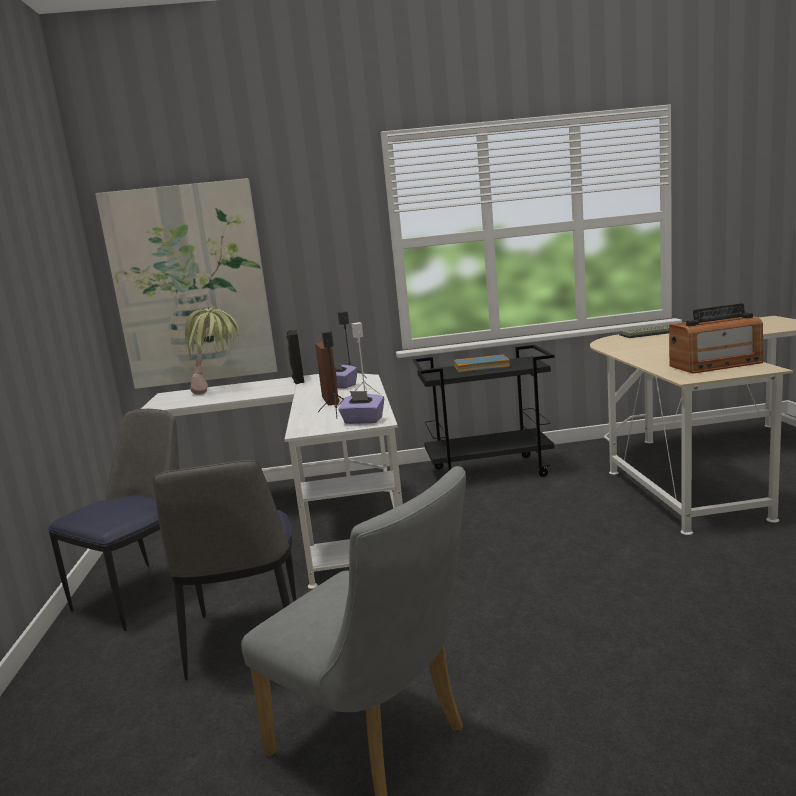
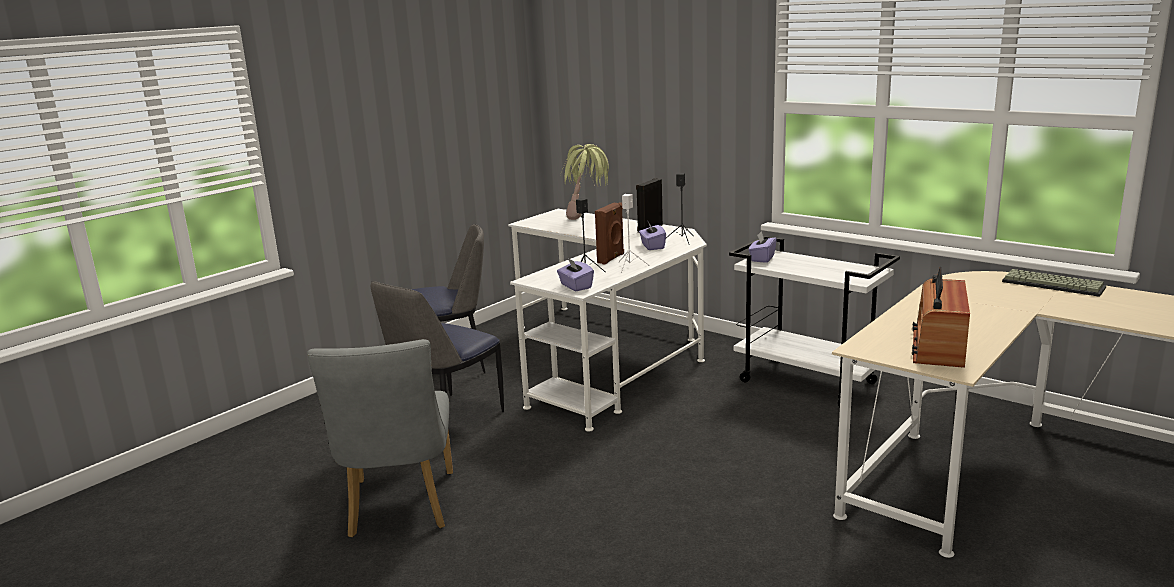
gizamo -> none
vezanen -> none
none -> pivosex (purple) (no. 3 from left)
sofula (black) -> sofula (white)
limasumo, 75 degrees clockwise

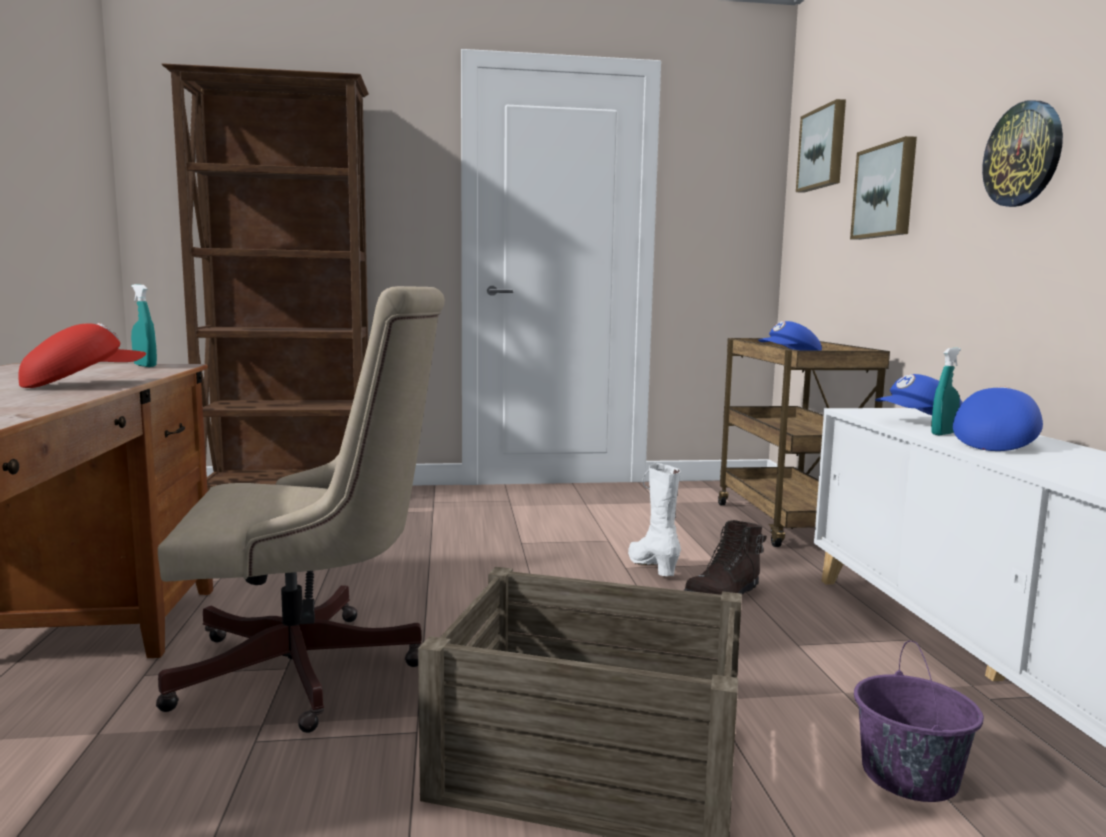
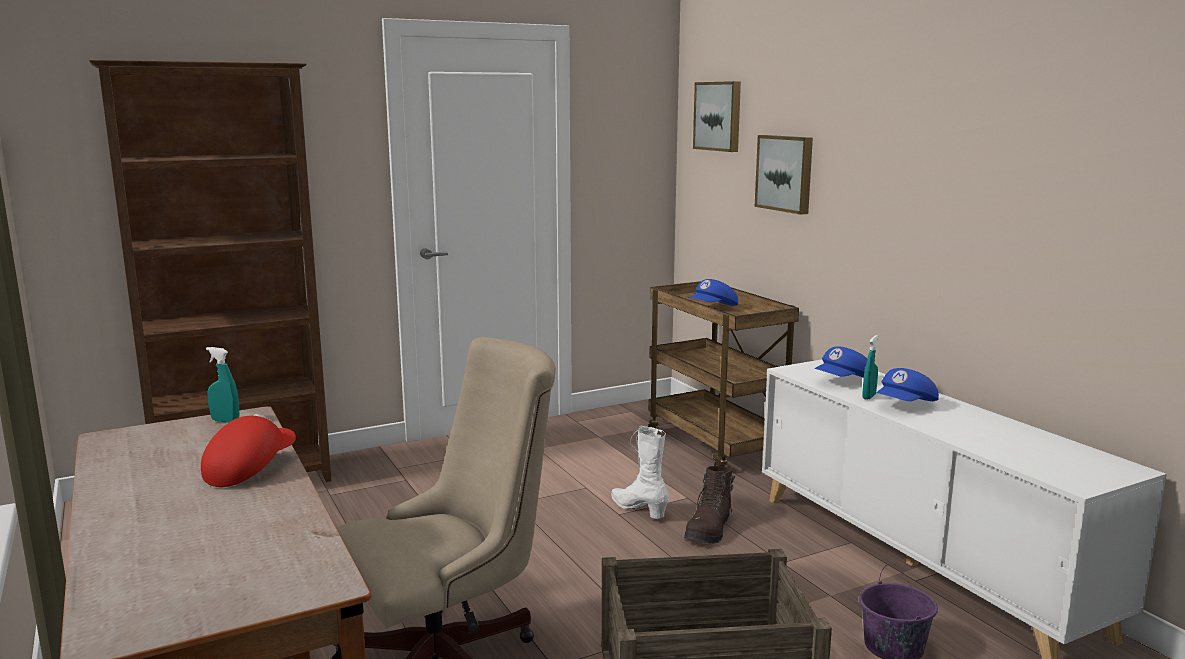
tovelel -> none
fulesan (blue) (no. 3 from left), 150 degrees counterclockwise

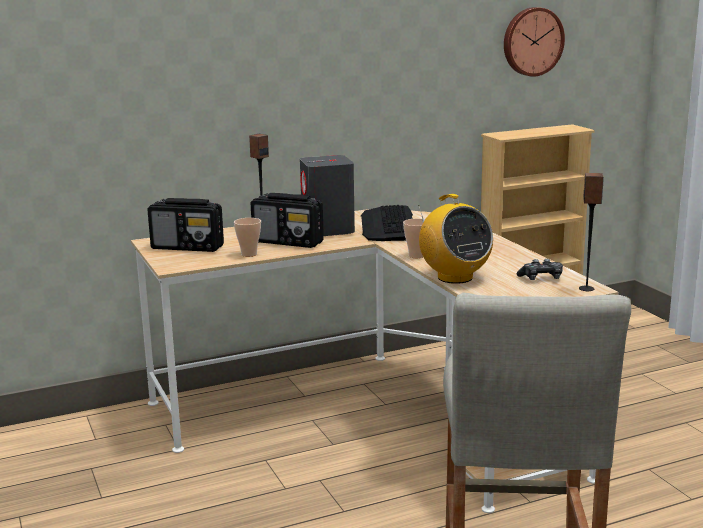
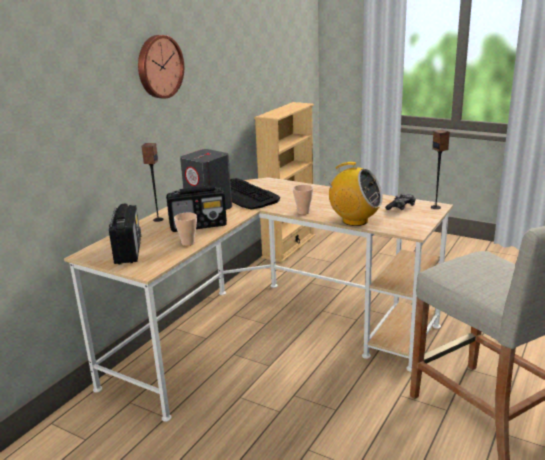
tovelel, shifted
limasumo (no. 1 from left), 75 degrees counterclockwise

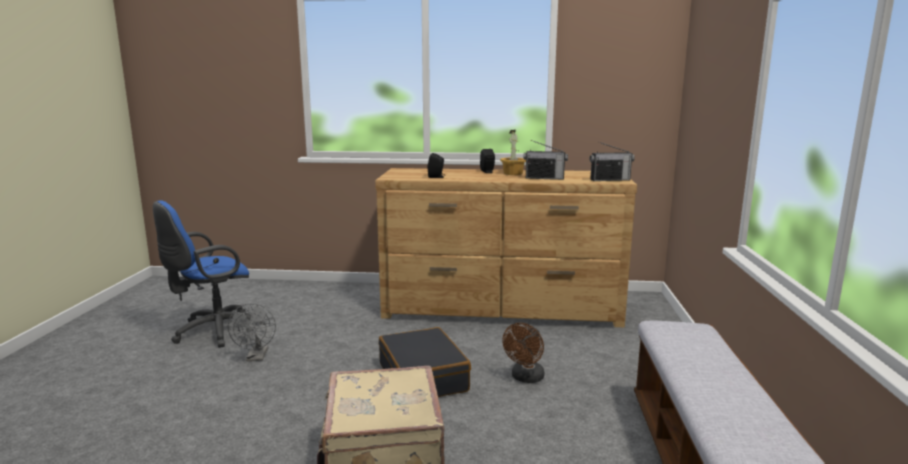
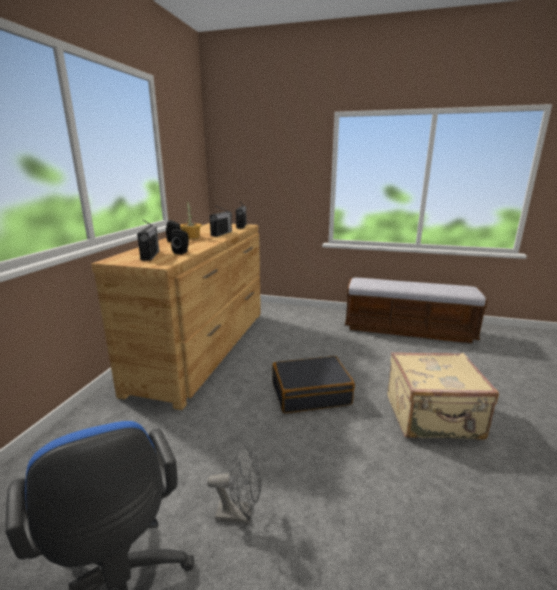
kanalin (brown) -> none
none -> limasumo (no. 1 from left)

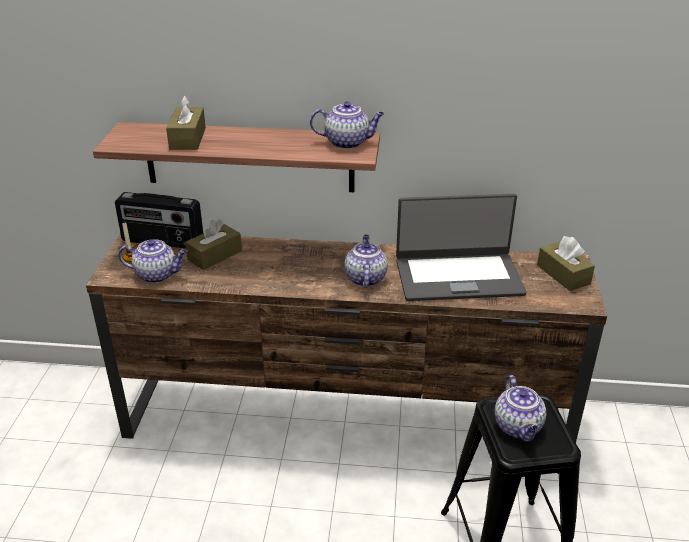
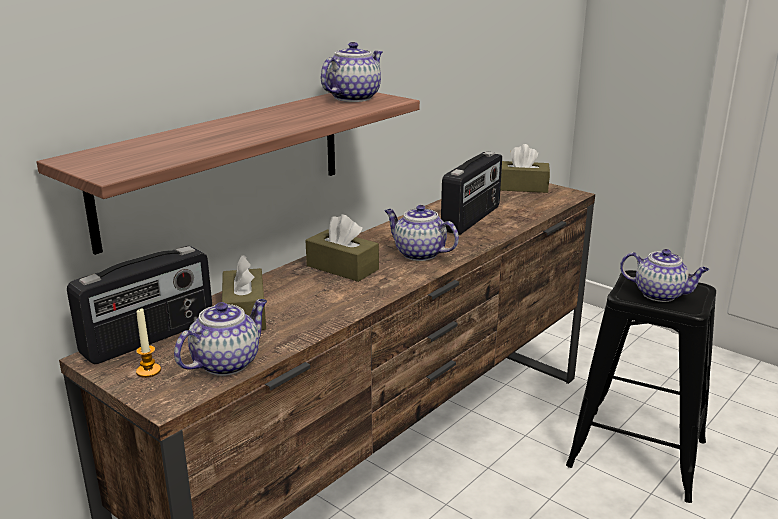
pivosex (brown) (no. 1 from left in the first image) -> pivosex (brown) (no. 2 from left), shifted
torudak -> limasumo (no. 2 from left)

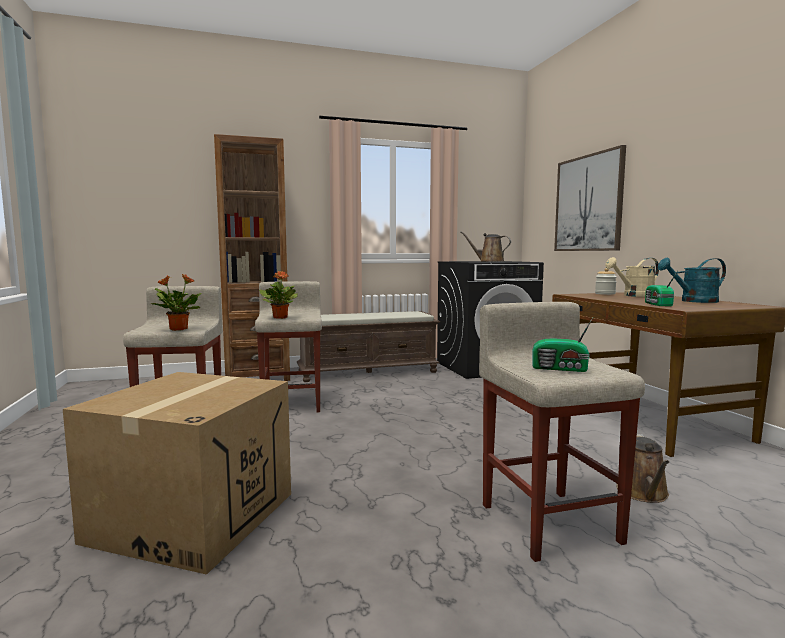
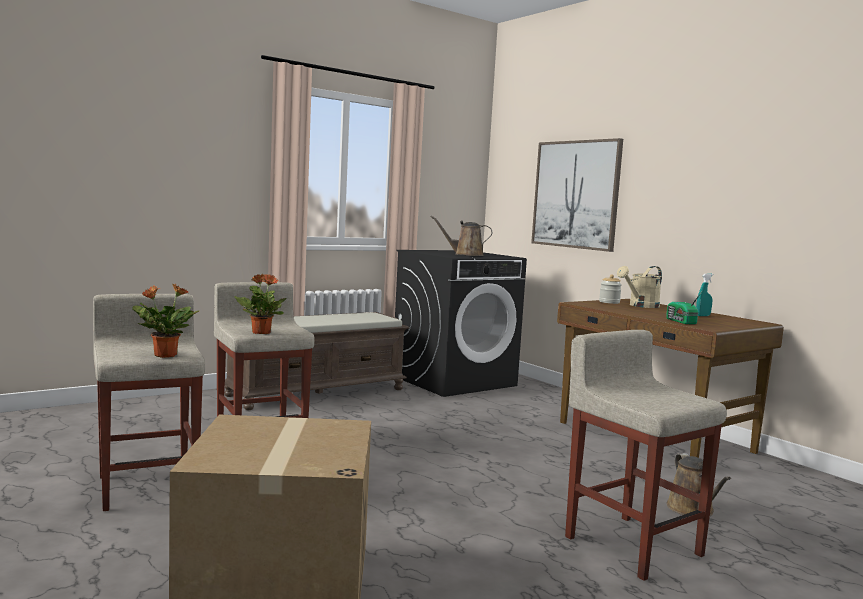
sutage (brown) -> none
limasumo (no. 1 from left) -> none
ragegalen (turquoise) -> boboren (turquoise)

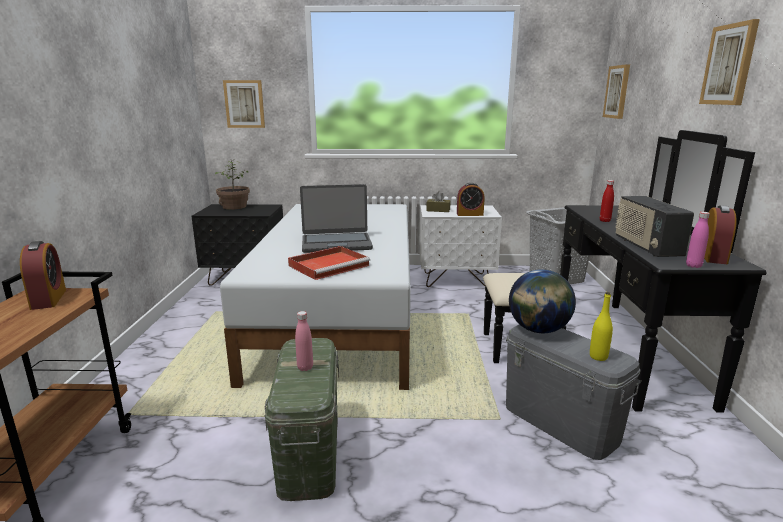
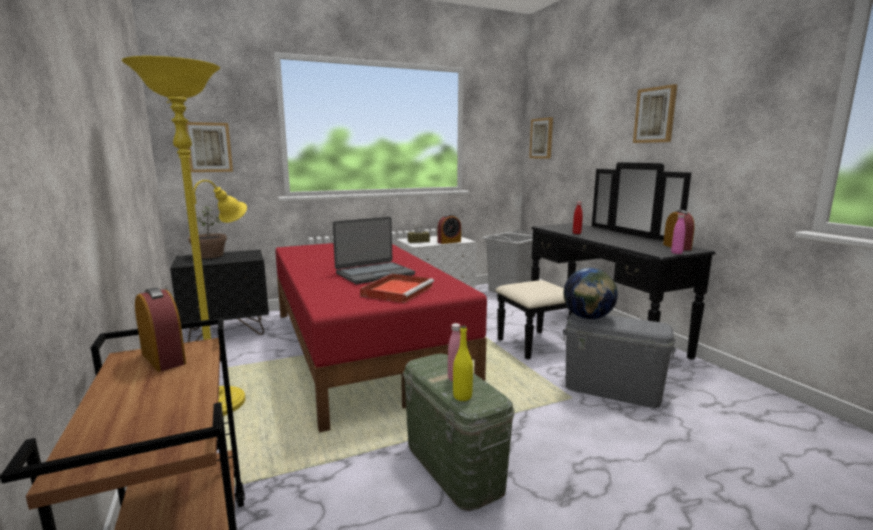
limasumo -> none
none -> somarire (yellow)
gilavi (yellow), shifted
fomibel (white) -> fomibel (red)

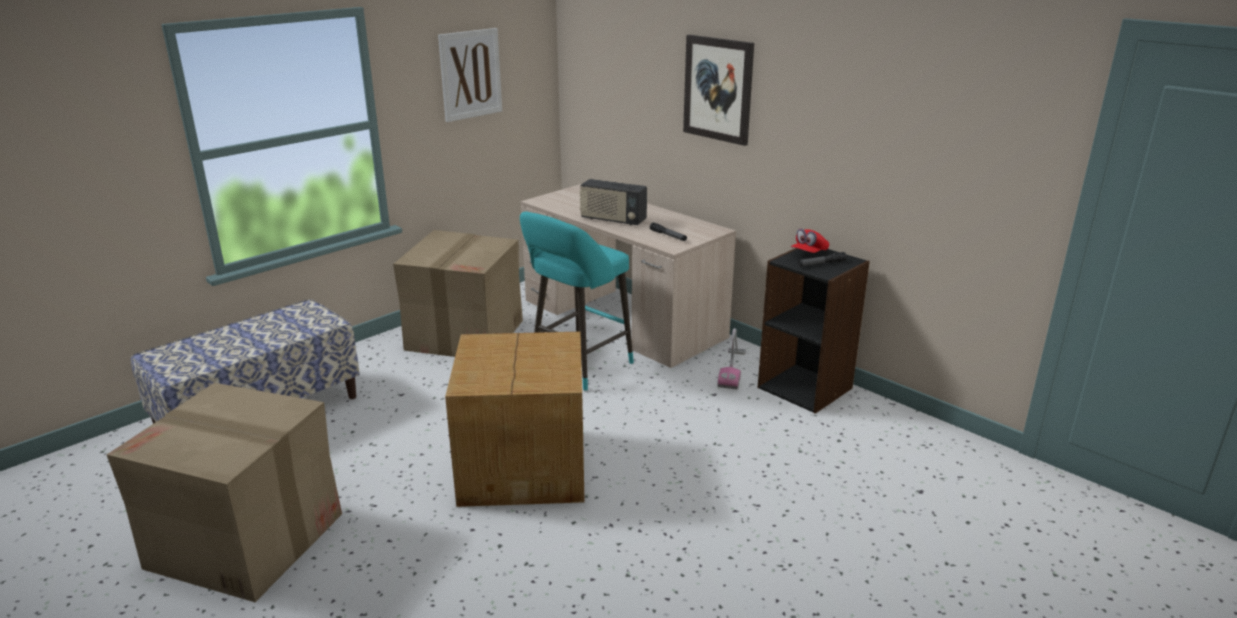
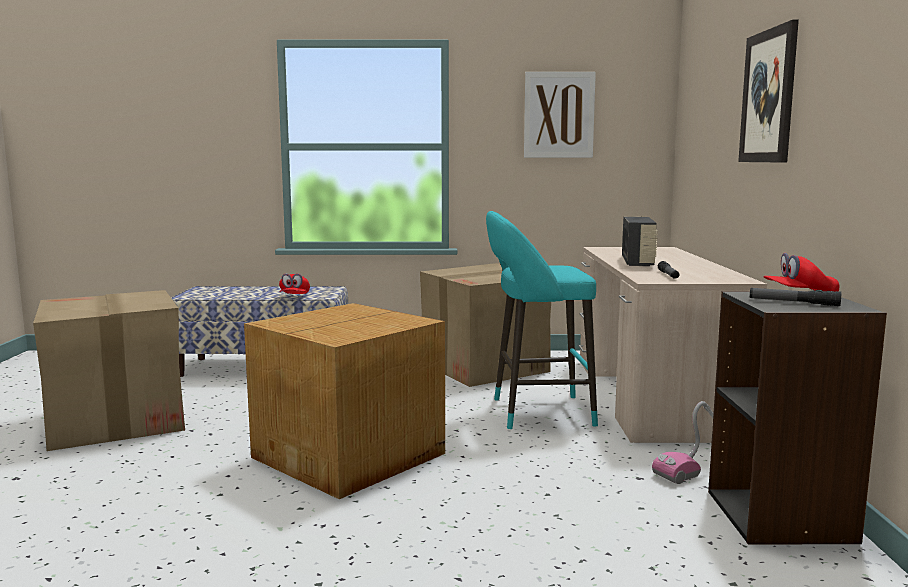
none -> fulesan (red) (no. 1 from left)
limasumo, 150 degrees counterclockwise

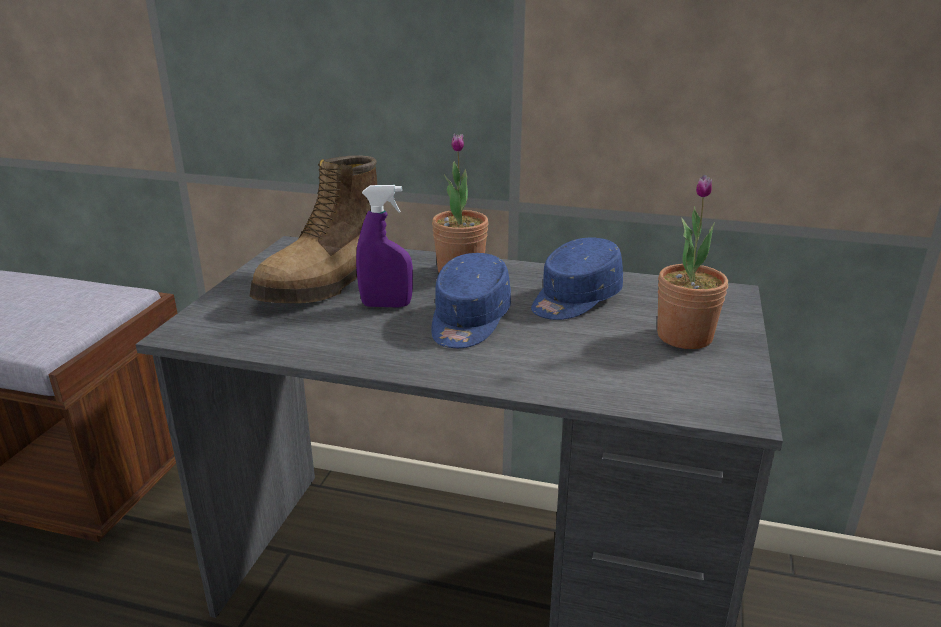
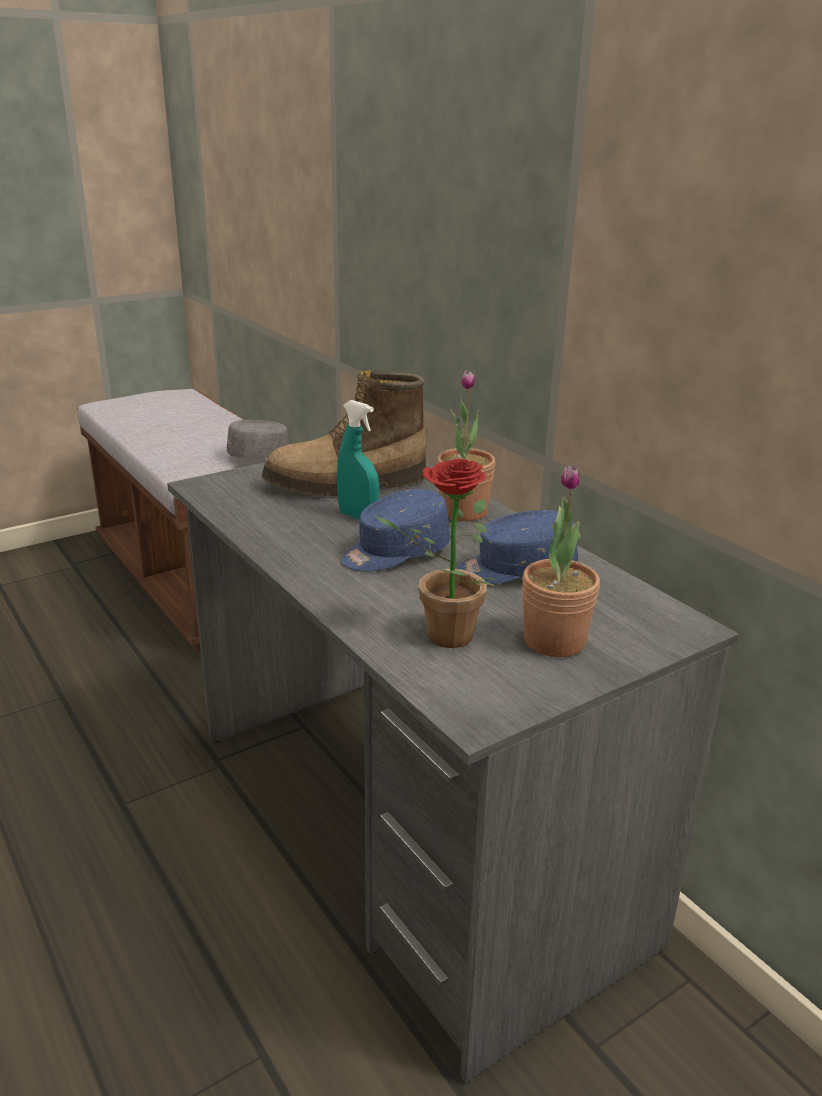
none -> fulesan (grey)
none -> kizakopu (no. 1 from left)
boboren (purple) -> boboren (turquoise)

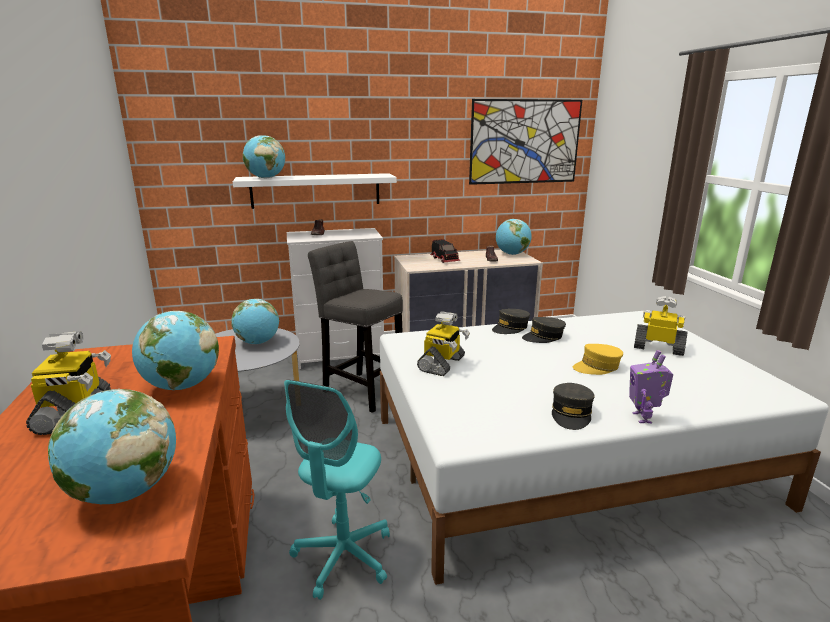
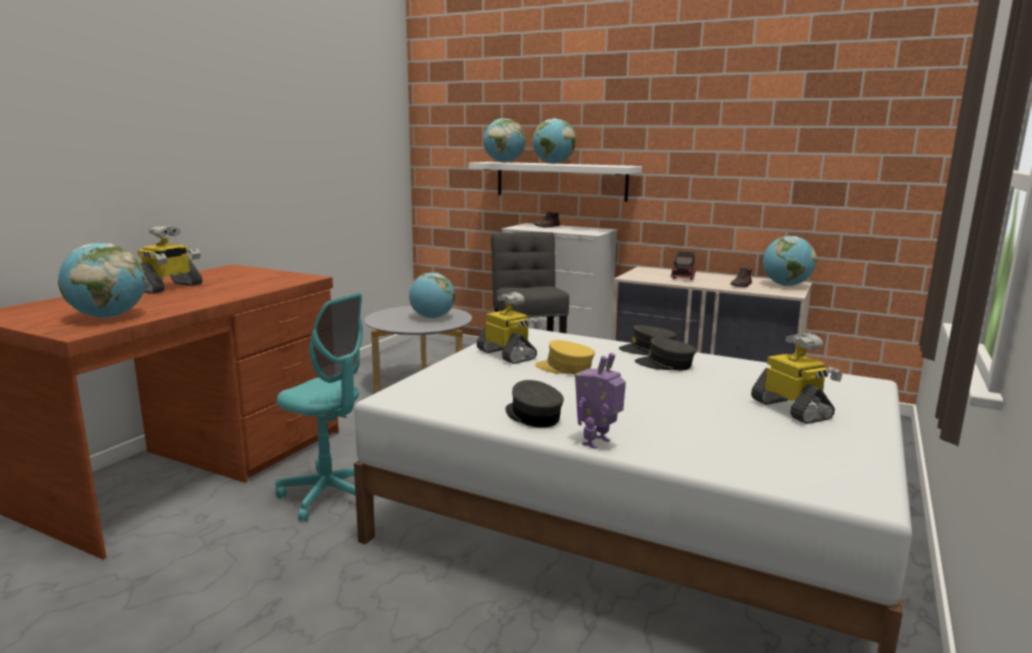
gizamo -> none
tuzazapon (no. 2 from left in the first image) -> tuzazapon (no. 4 from left), shifted
fulesan (yellow), shifted
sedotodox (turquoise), 120 degrees counterclockwise
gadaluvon (no. 2 from left), 105 degrees counterclockwise
fulesan (grey) (no. 3 from left in the first image) -> fulesan (grey) (no. 1 from left), 90 degrees clockwise

